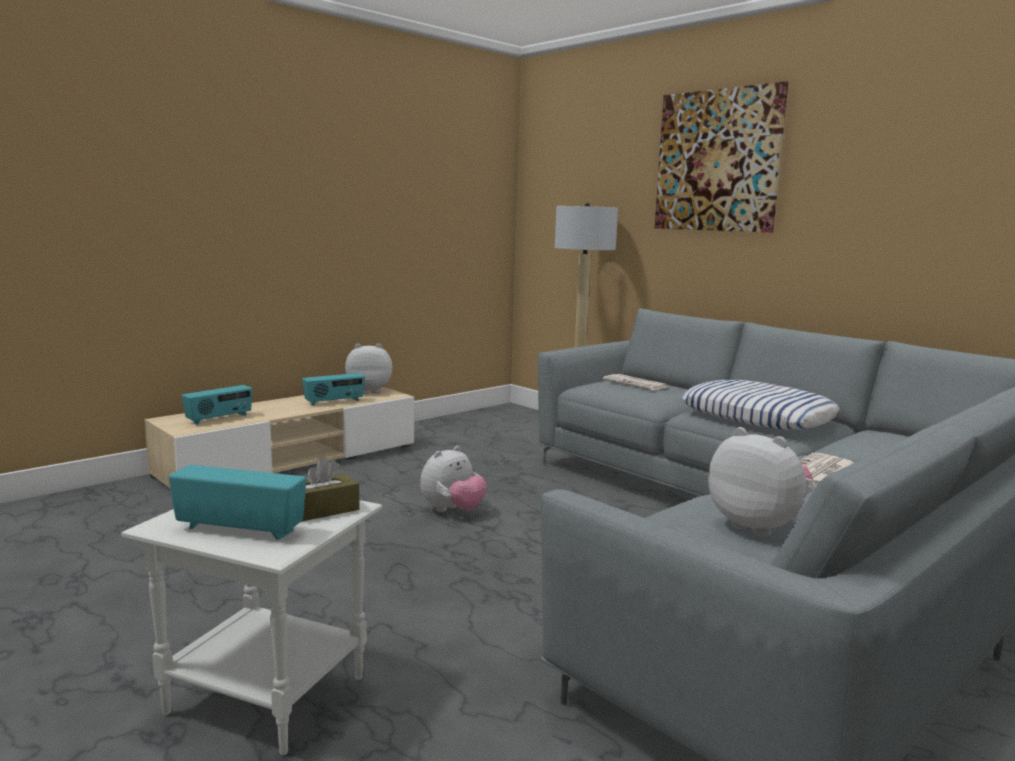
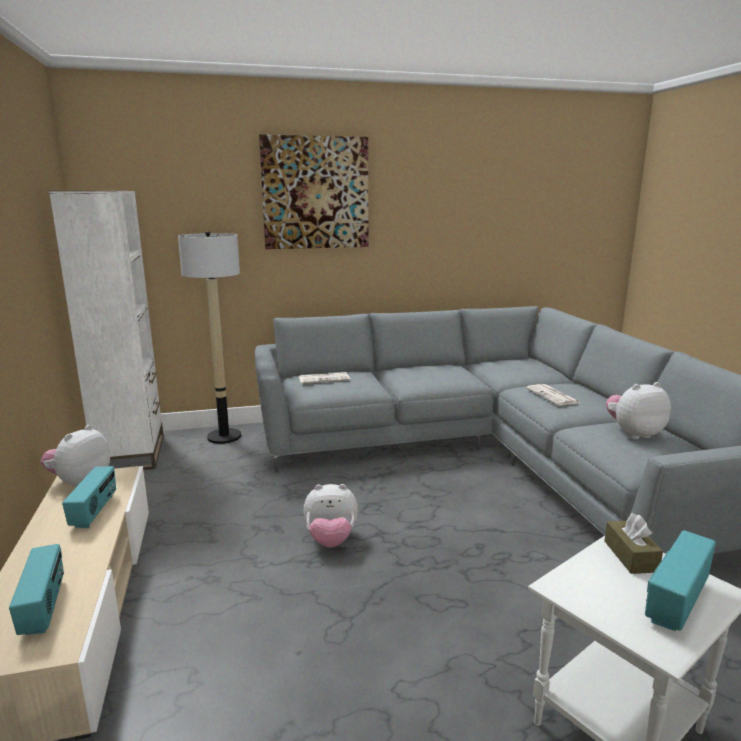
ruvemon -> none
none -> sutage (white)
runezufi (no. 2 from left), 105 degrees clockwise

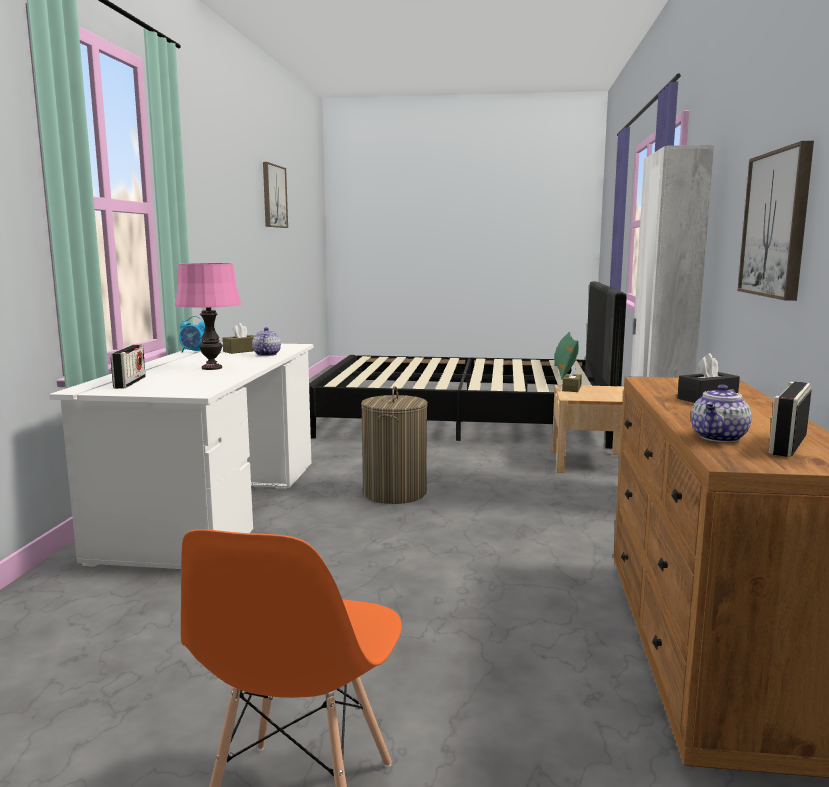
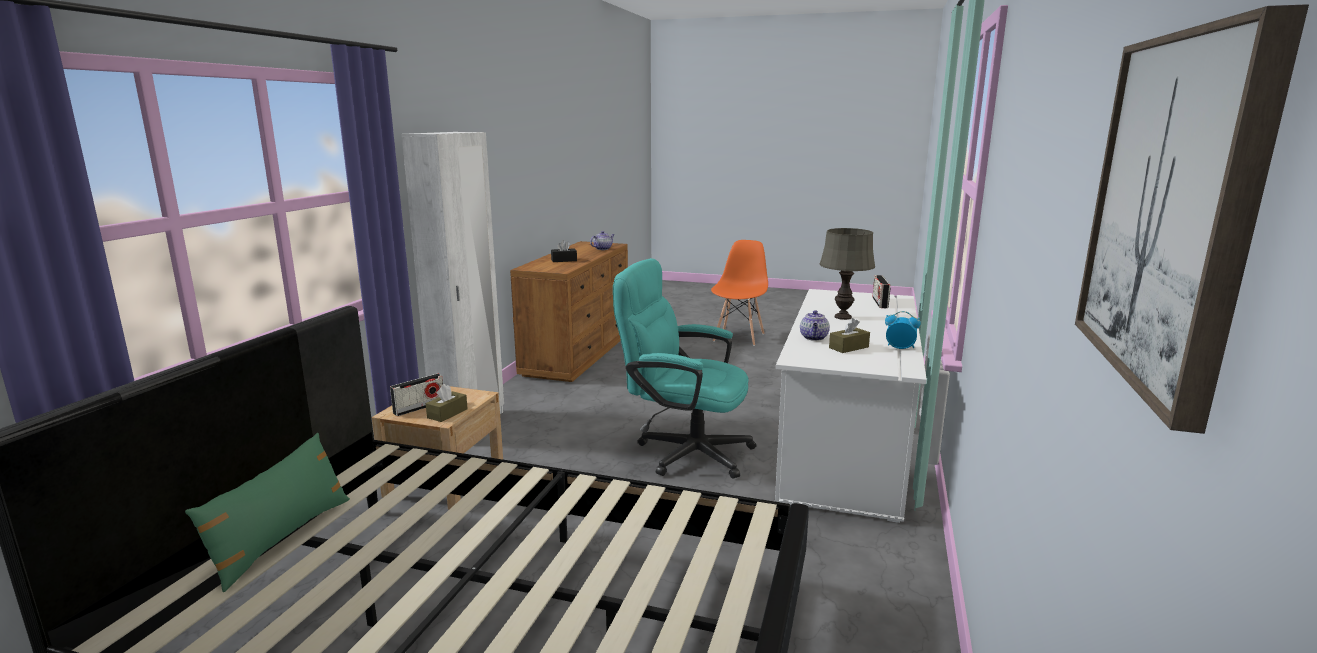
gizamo (no. 2 from left) -> none
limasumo (no. 2 from left in the first image) -> limasumo (no. 1 from left), shifted
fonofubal -> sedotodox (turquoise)
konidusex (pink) -> konidusex (grey)

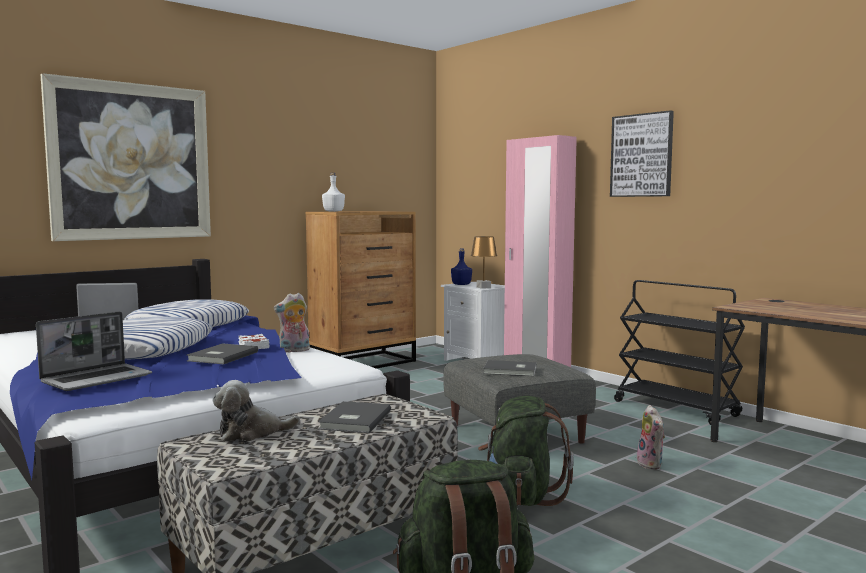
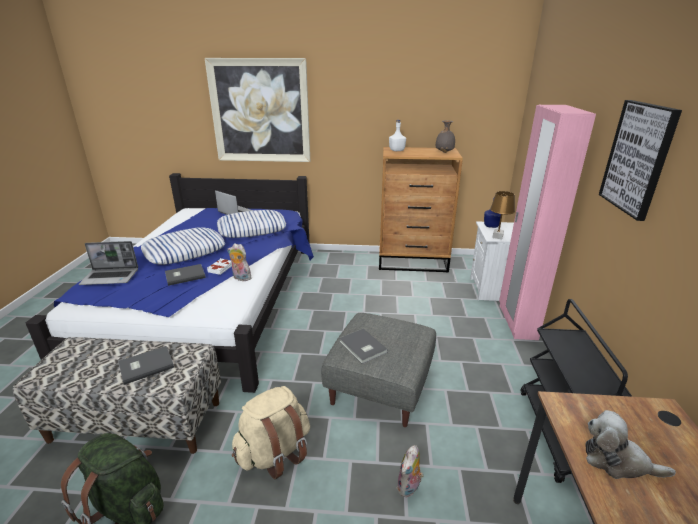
none -> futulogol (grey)
runezufi (no. 1 from left in the first image) -> runezufi (no. 3 from left), shifted
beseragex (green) (no. 2 from left) -> beseragex (beige)

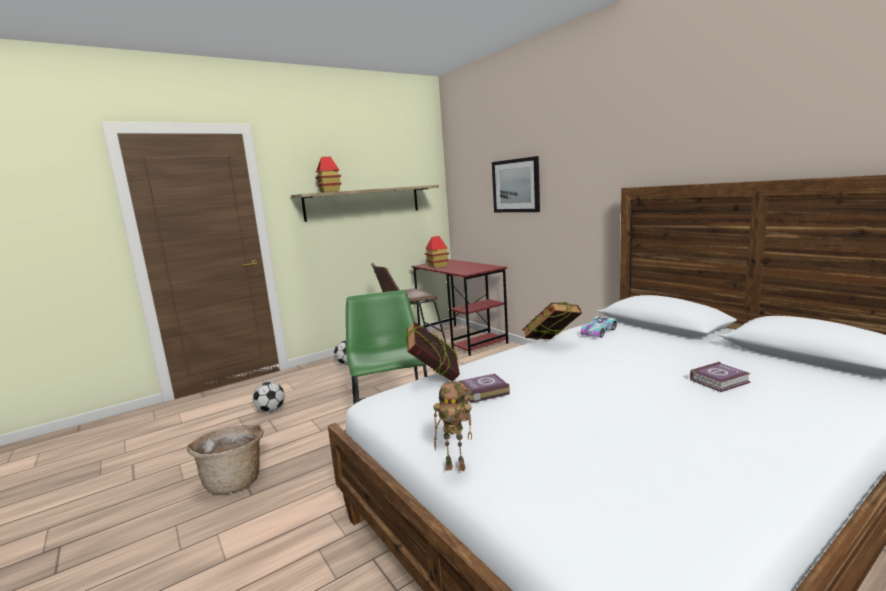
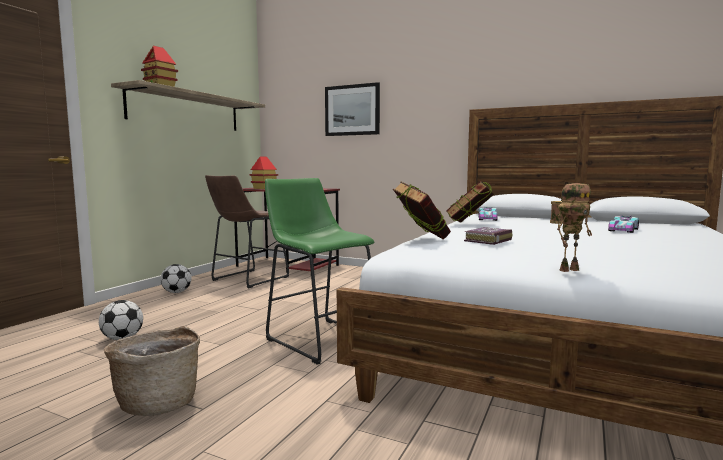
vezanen (no. 4 from left) -> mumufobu (no. 2 from left)

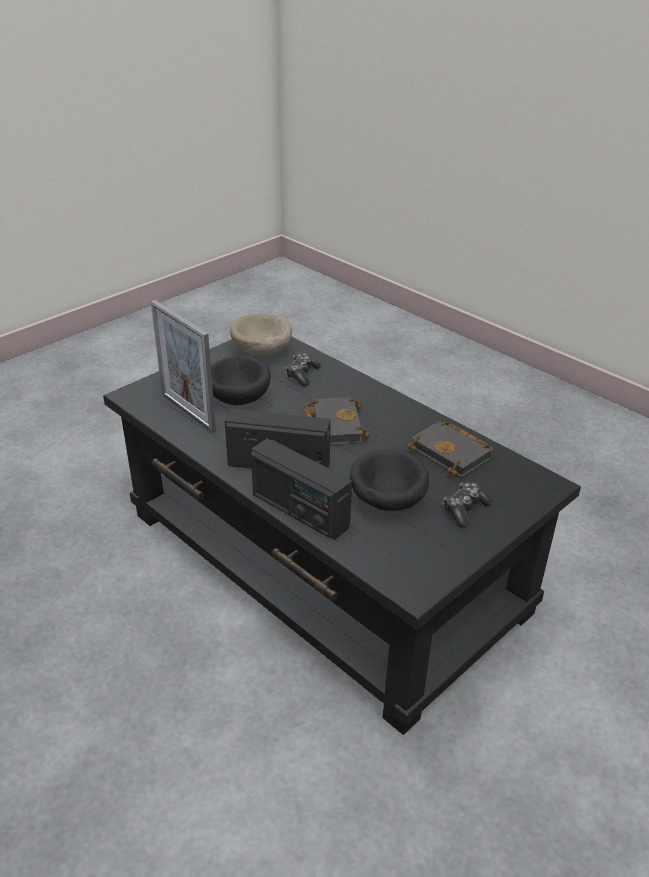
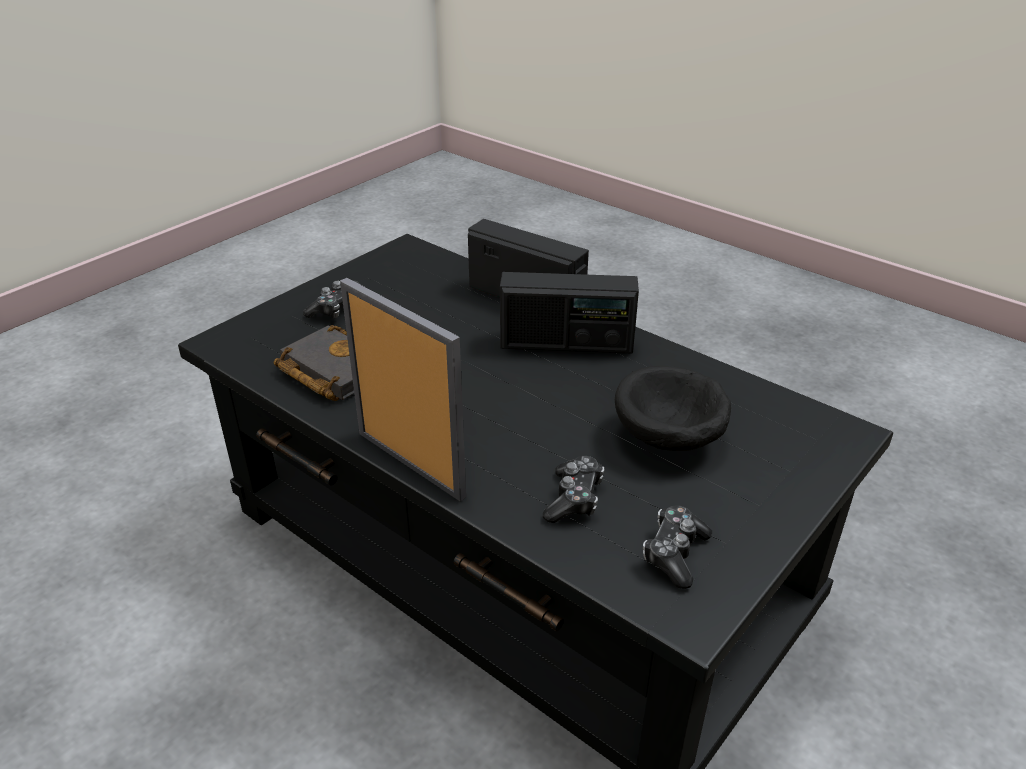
vezanen (black) (no. 1 from left) -> none
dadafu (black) (no. 2 from left) -> none
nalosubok, shifted
dadafu (beige) -> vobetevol (no. 3 from left)

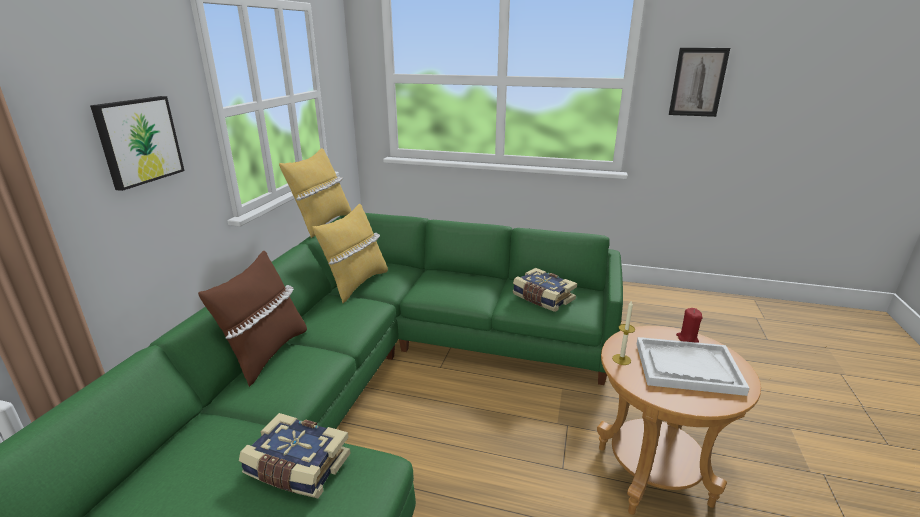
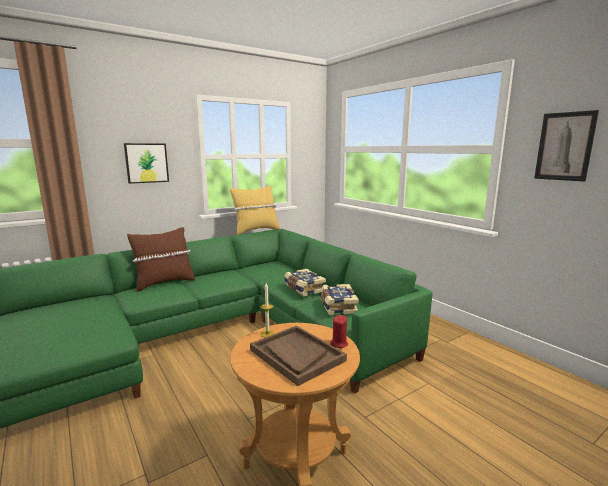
ruvemon (yellow) (no. 2 from left) -> none
vezanen (no. 1 from left), shifted
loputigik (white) -> loputigik (brown)

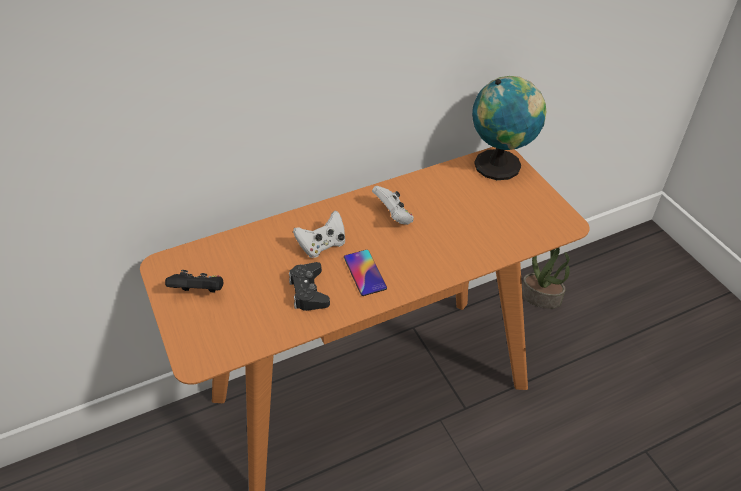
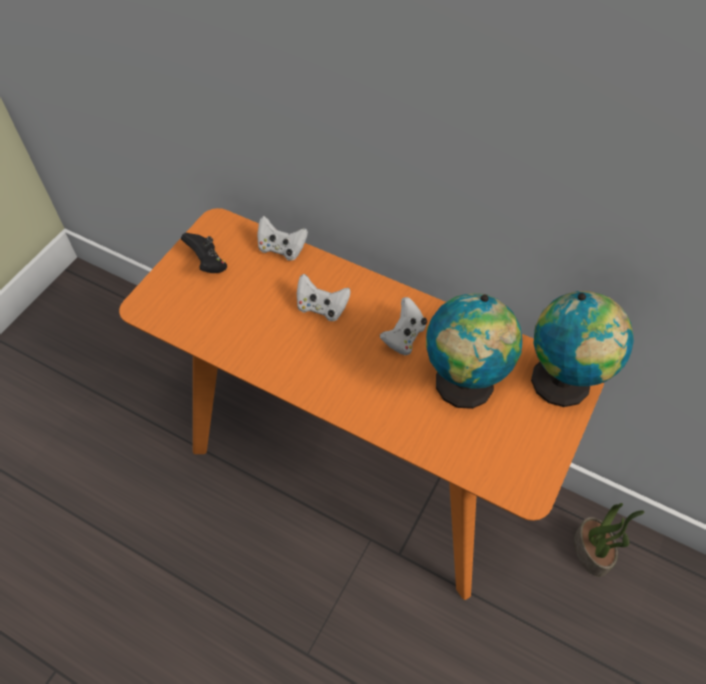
vobetevol (black) (no. 2 from left) -> none
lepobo -> none
none -> vobetevol (white) (no. 1 from left)
none -> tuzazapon (no. 1 from left)

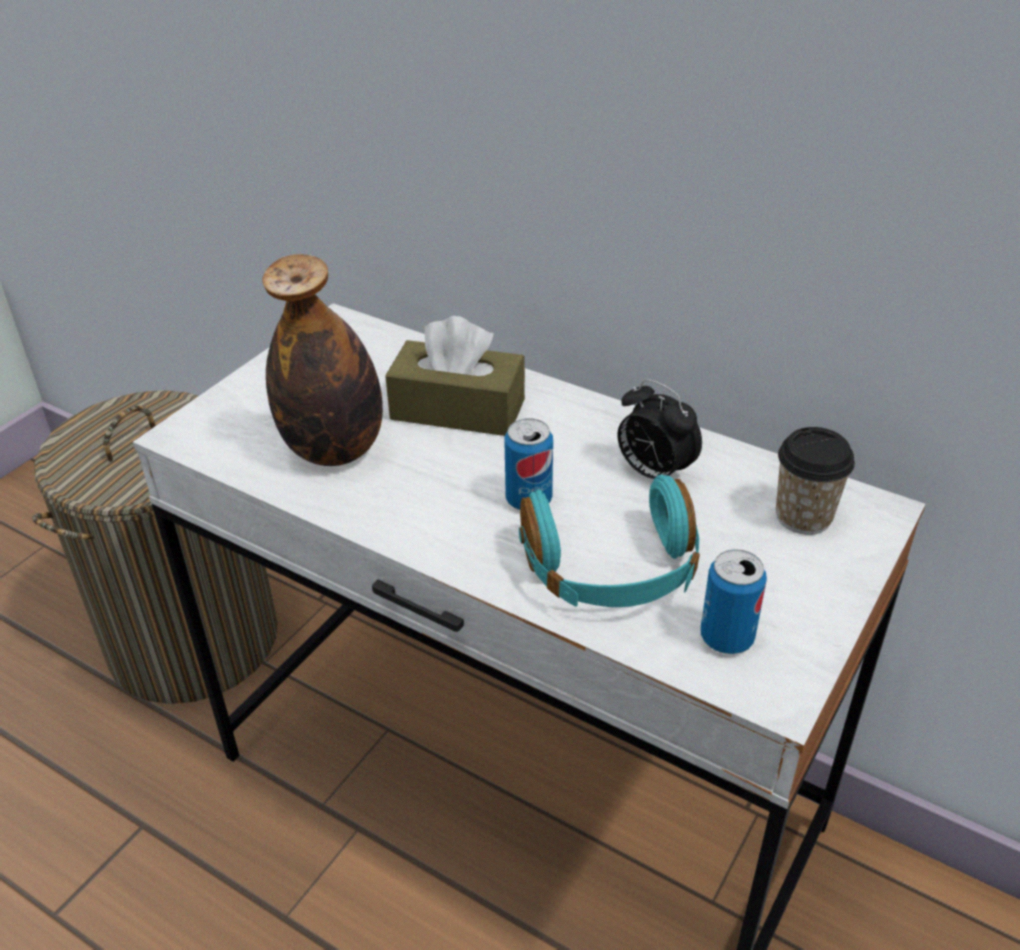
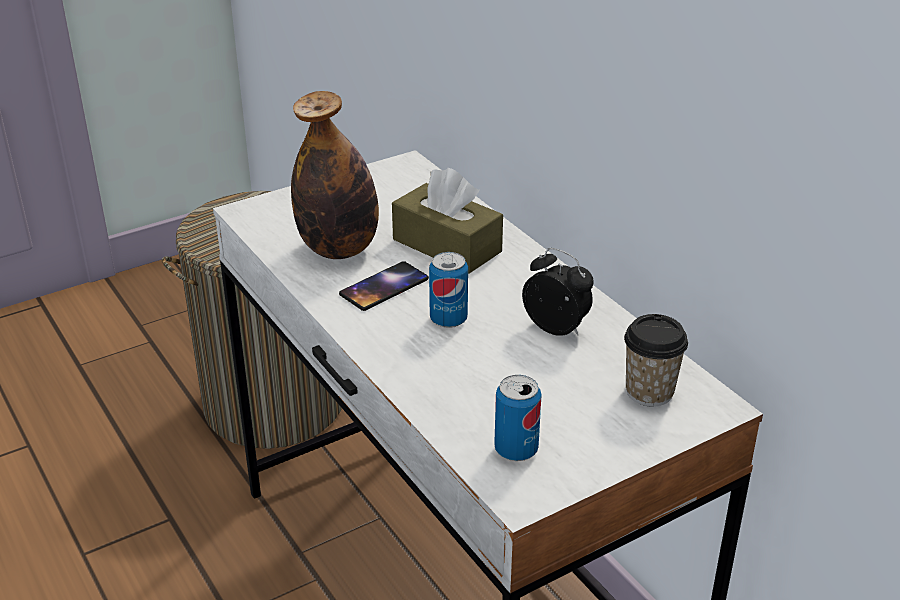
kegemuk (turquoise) -> none
none -> lepobo
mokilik, 150 degrees clockwise

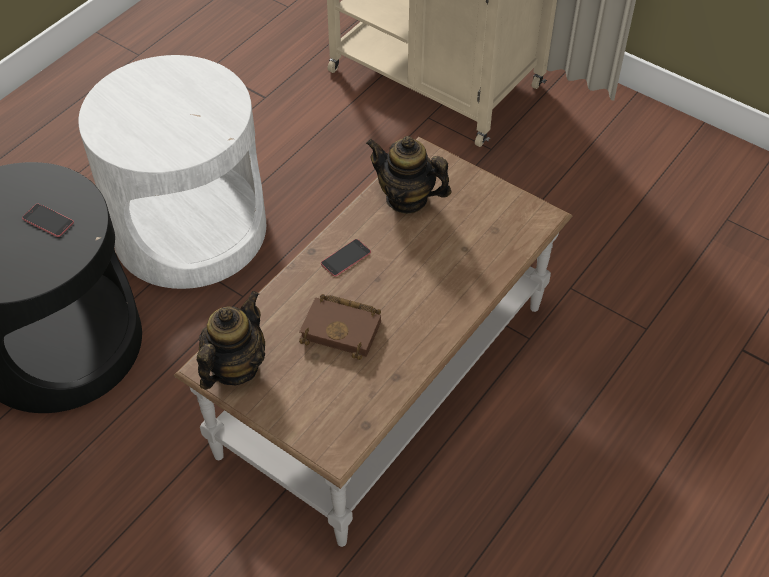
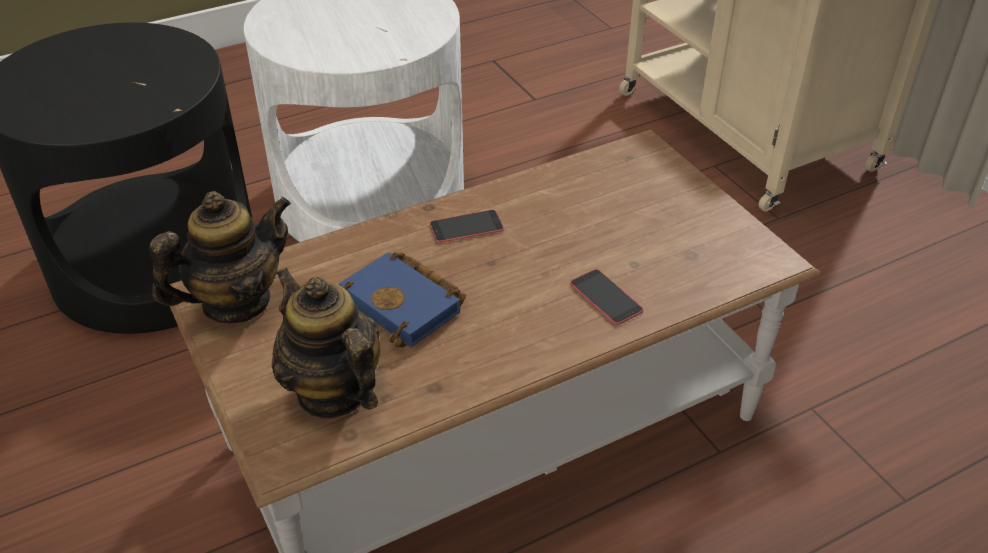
lepobo (no. 1 from left in the first image) -> lepobo (no. 2 from left), shifted
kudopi (no. 2 from left), shifted
vezanen (brown) -> vezanen (blue)

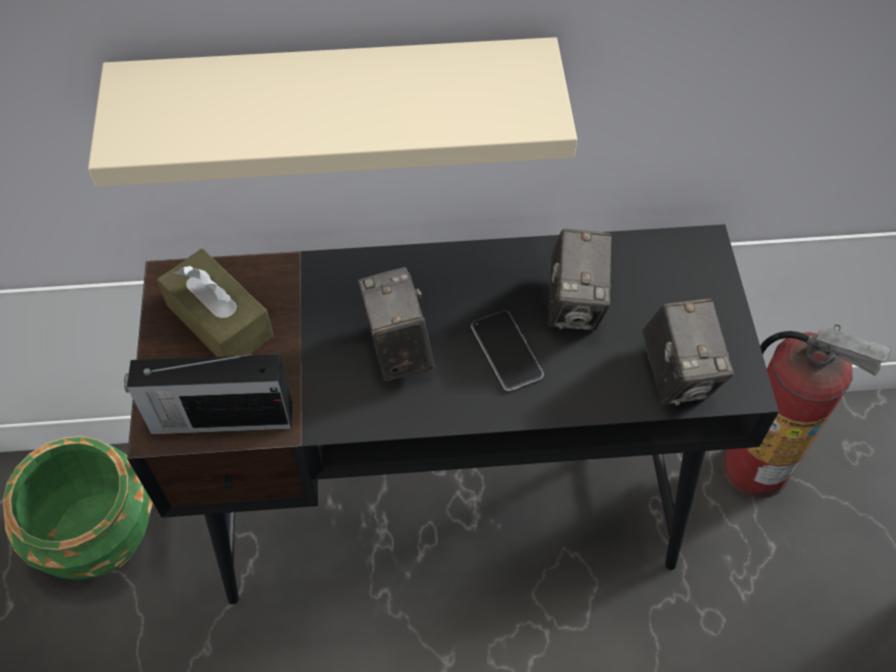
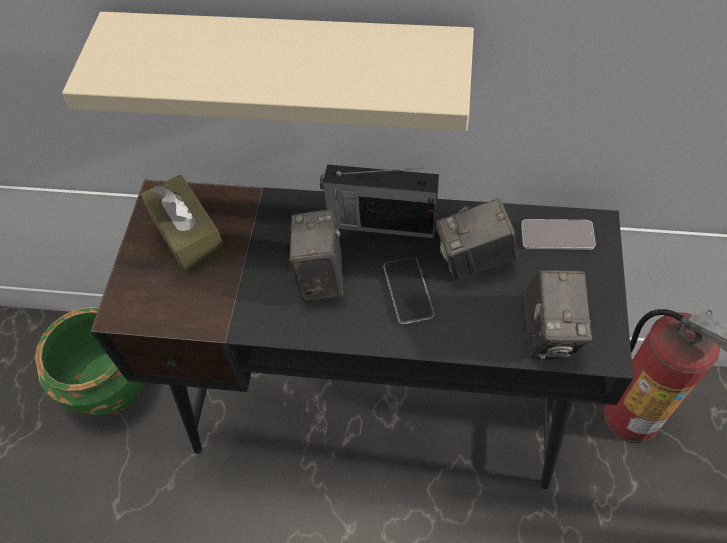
none -> lepobo (no. 2 from left)
limasumo, shifted
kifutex (no. 2 from left), 60 degrees clockwise

